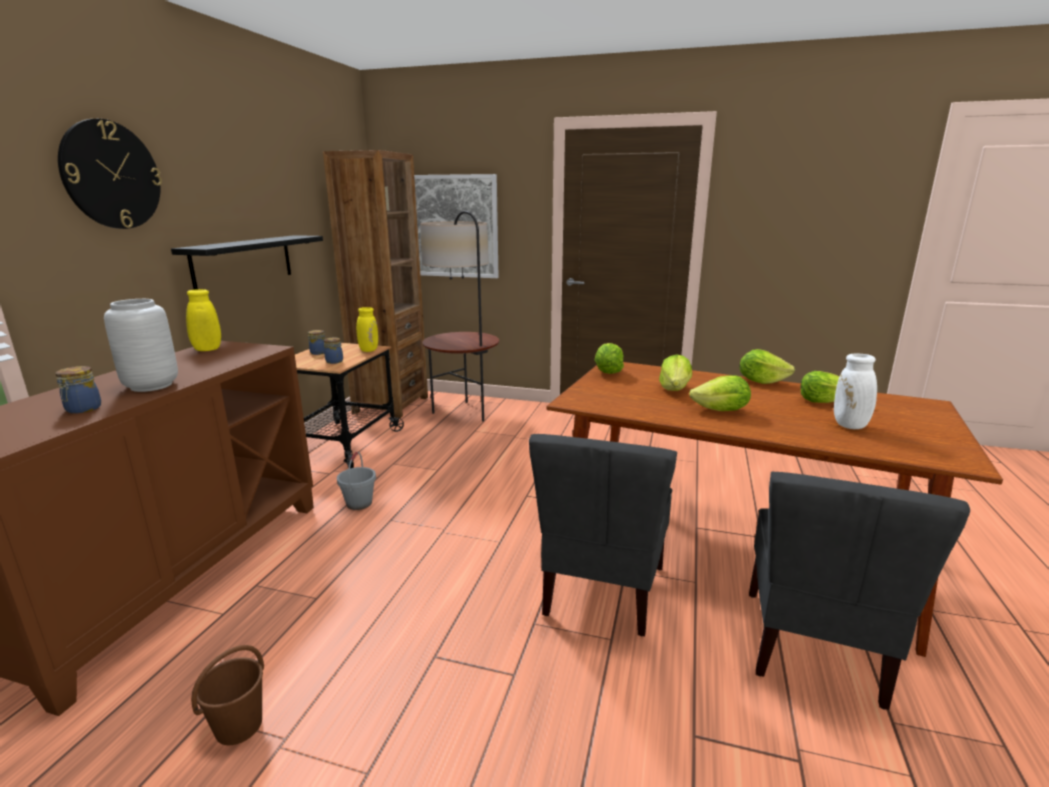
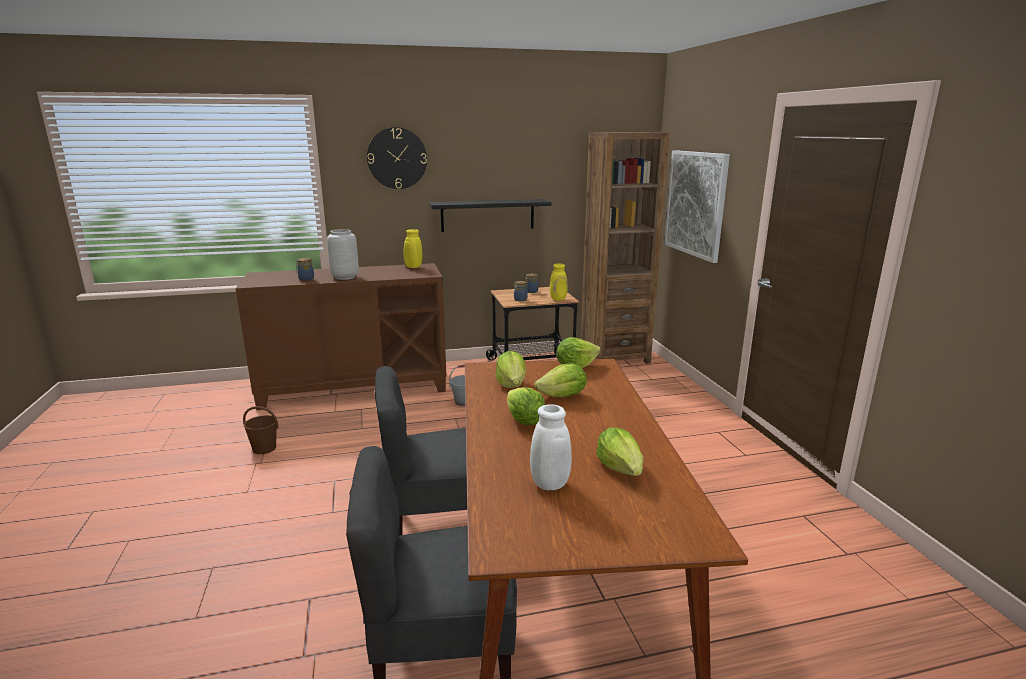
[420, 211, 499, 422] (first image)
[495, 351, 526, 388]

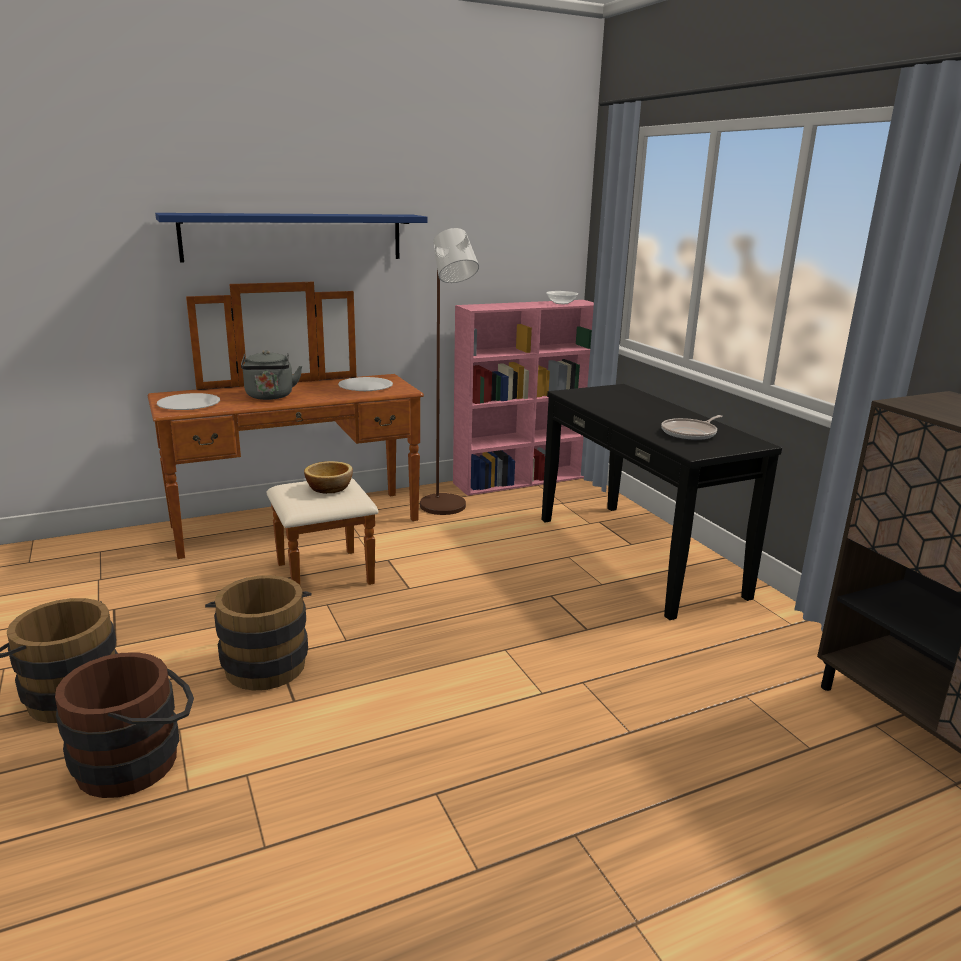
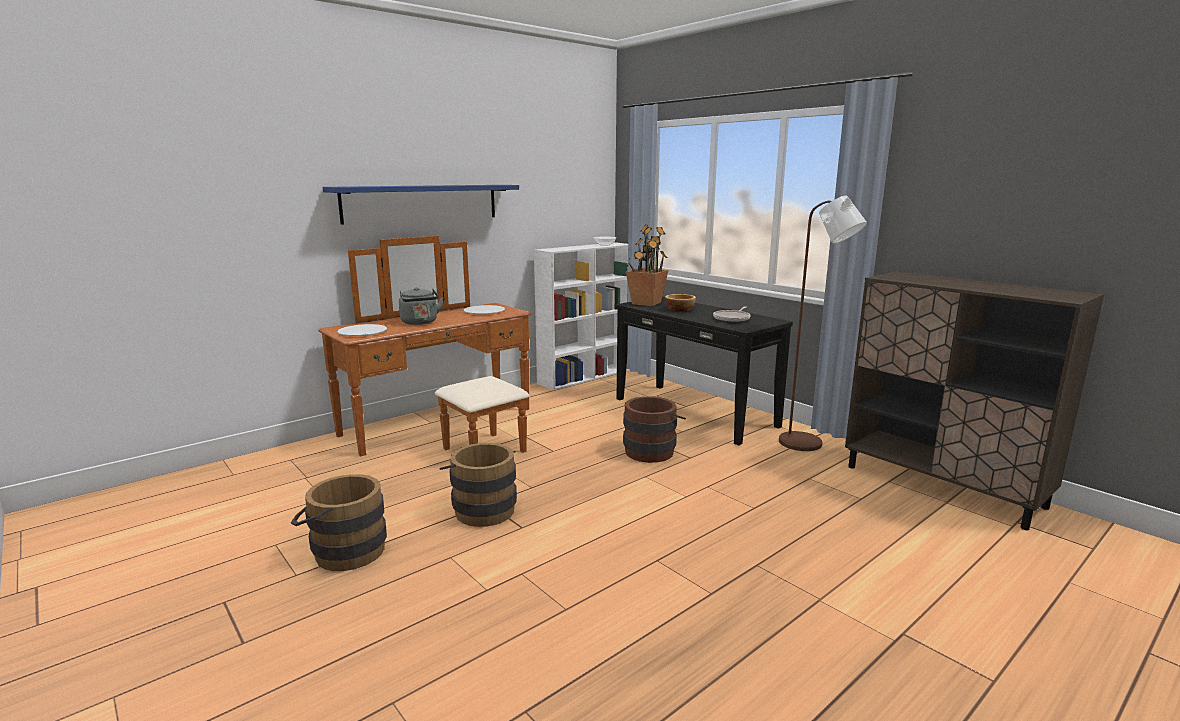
[626, 224, 668, 306]
[623, 396, 686, 463]
[665, 294, 696, 312]
[779, 196, 867, 451]
[534, 242, 630, 390]

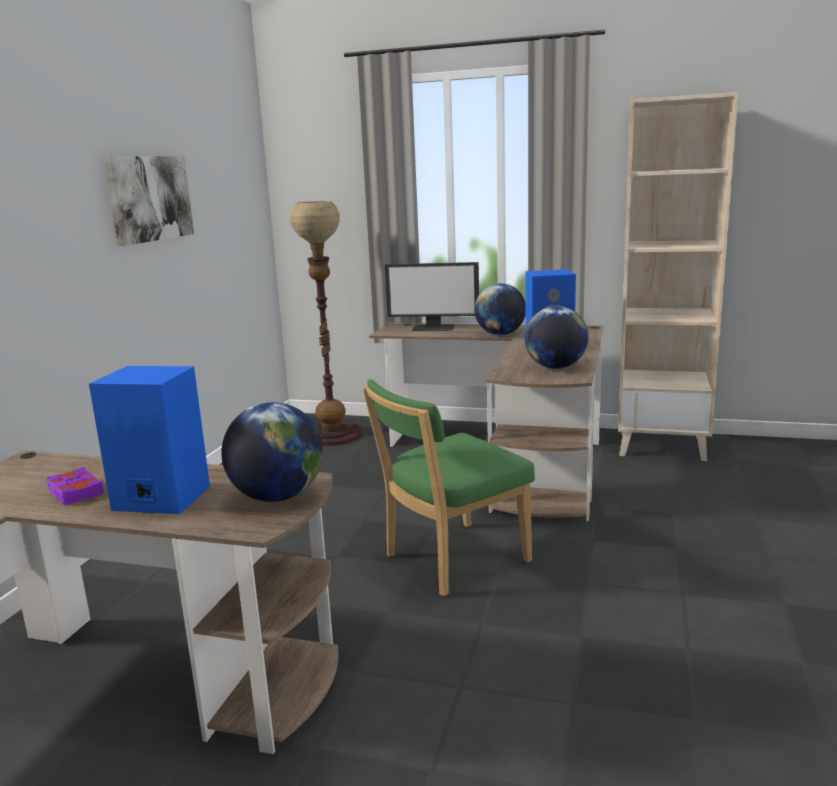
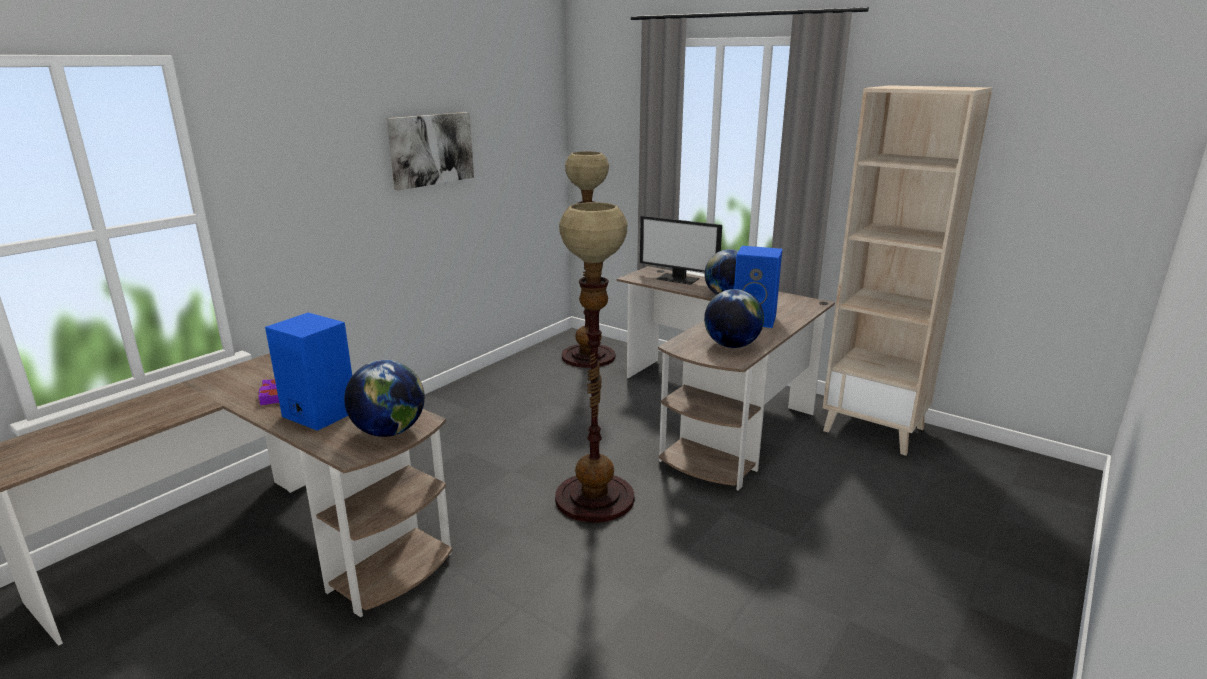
[555, 202, 634, 522]

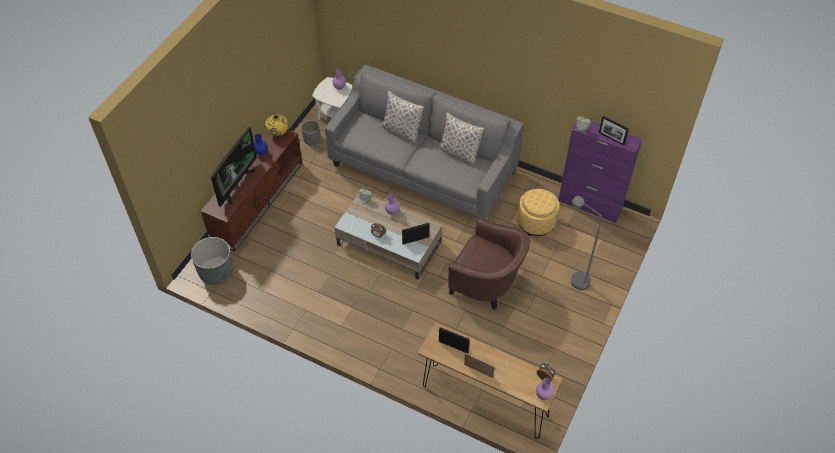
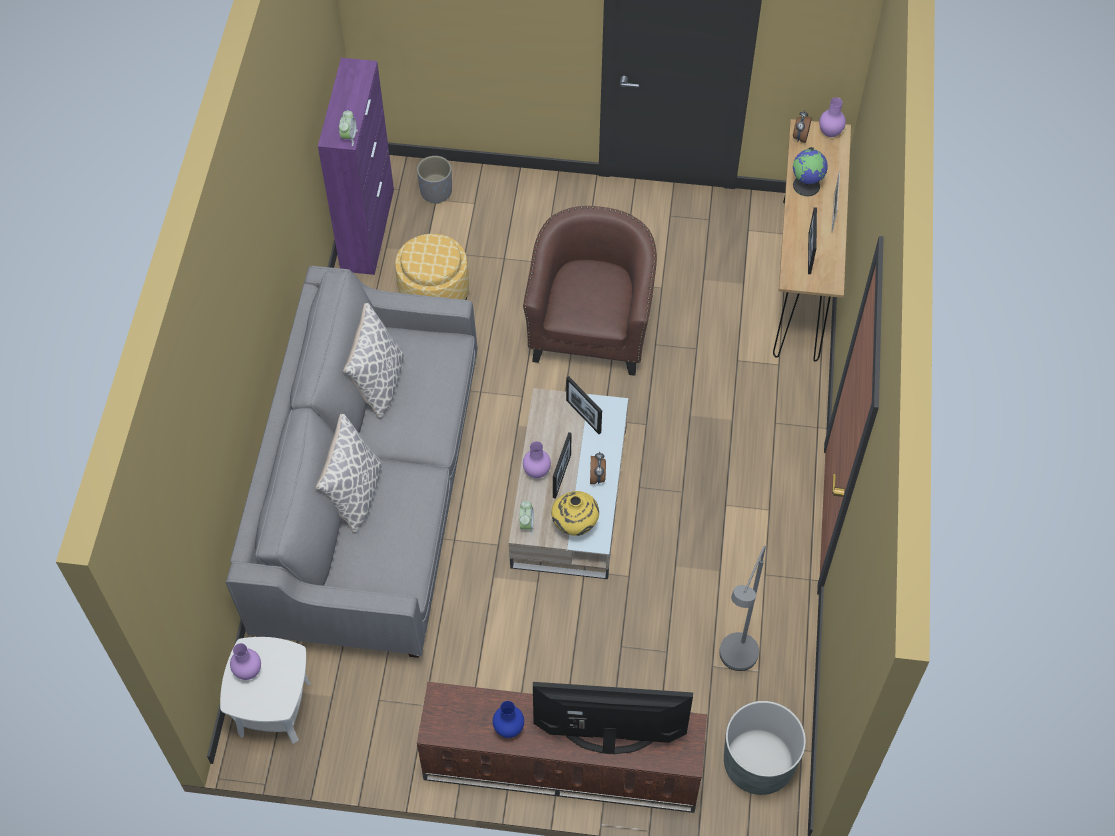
[793, 147, 828, 196]
[551, 491, 599, 536]
[417, 156, 452, 204]
[719, 546, 766, 671]
[553, 432, 571, 499]

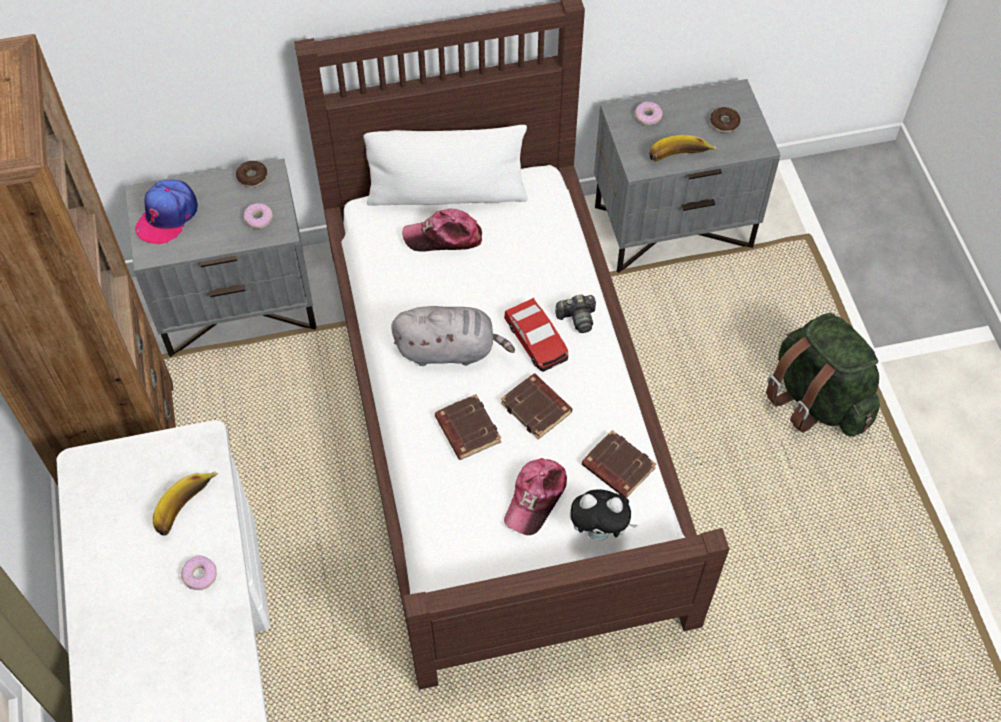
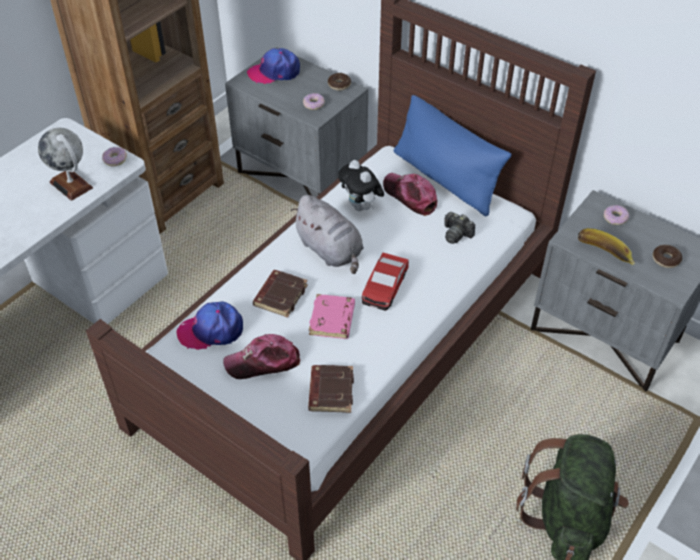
[177, 302, 243, 350]
[102, 147, 127, 166]
[444, 212, 475, 244]
[338, 160, 384, 211]
[38, 128, 93, 201]
[394, 95, 512, 216]
[309, 294, 355, 339]

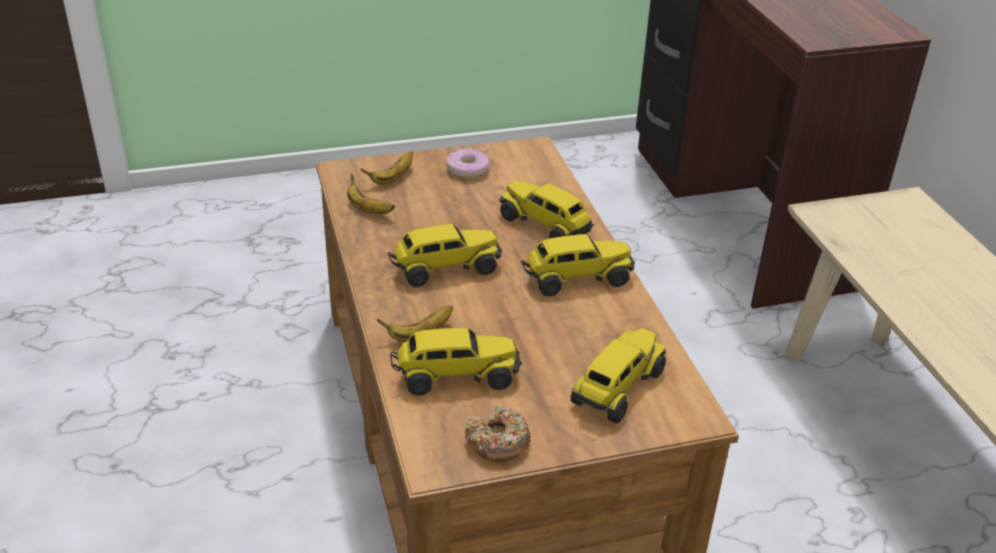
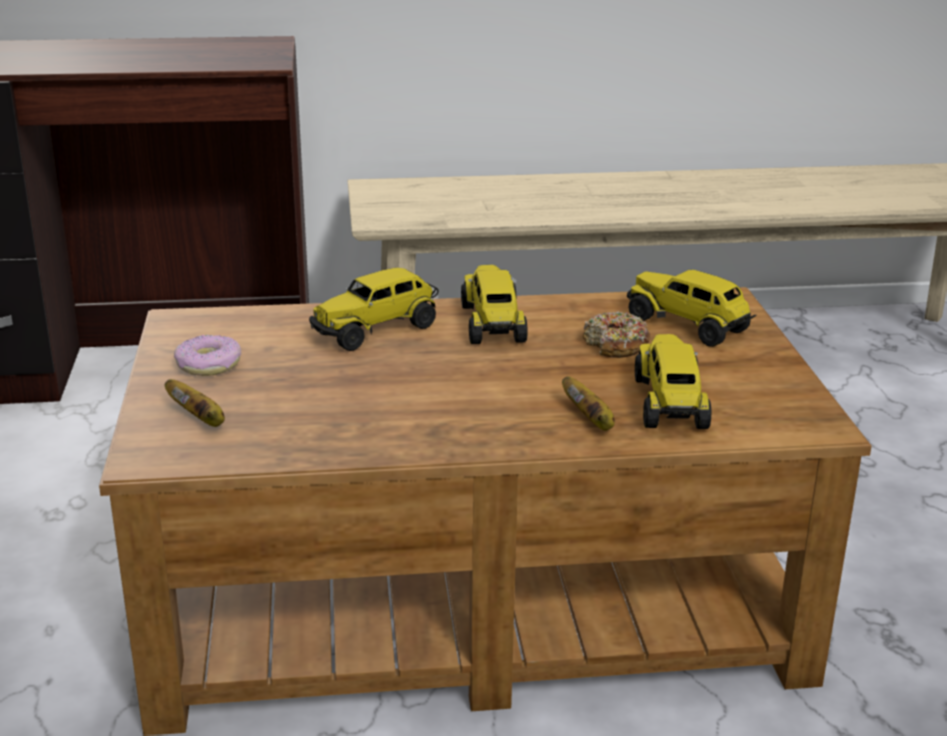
[347, 174, 395, 214] (first image)
[387, 224, 502, 287] (first image)
[583, 311, 650, 358]

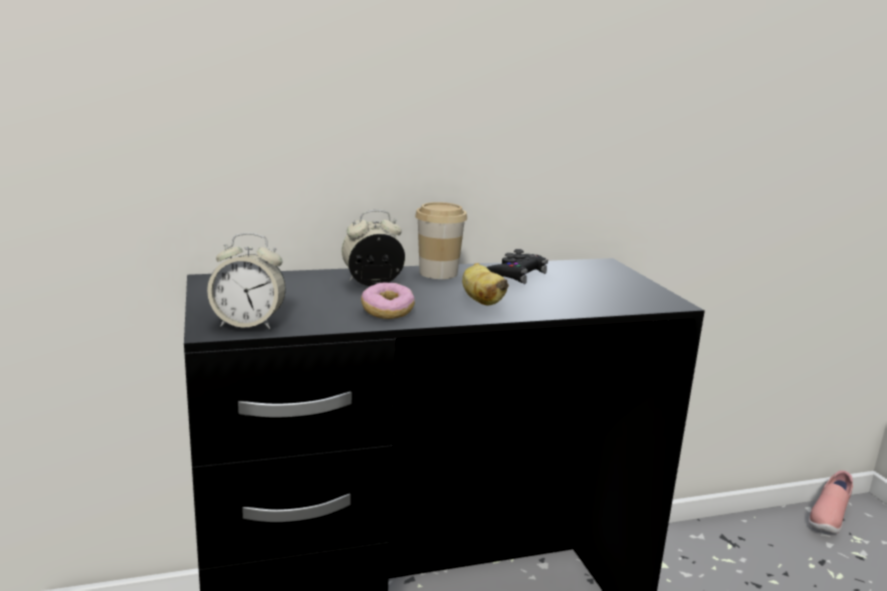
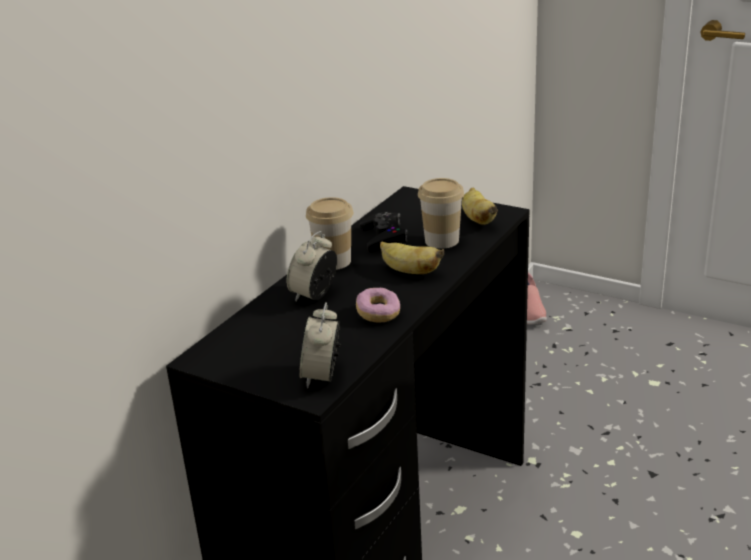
[418, 178, 464, 249]
[462, 187, 498, 225]
[299, 302, 340, 388]

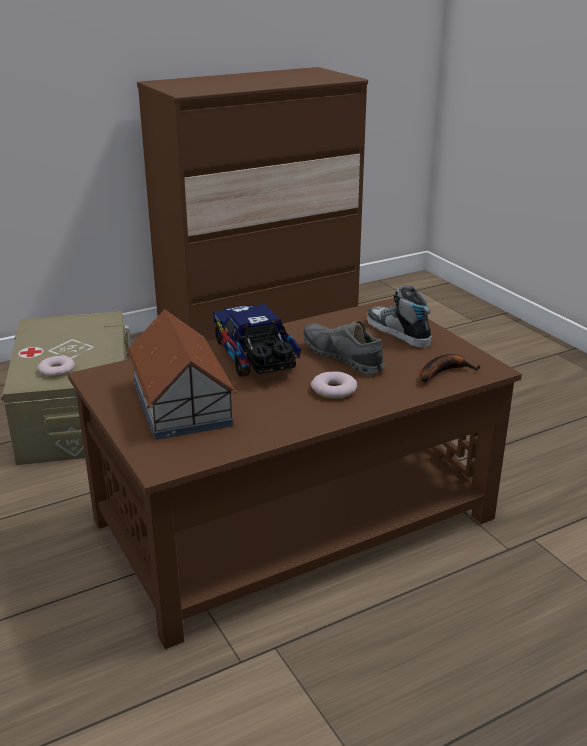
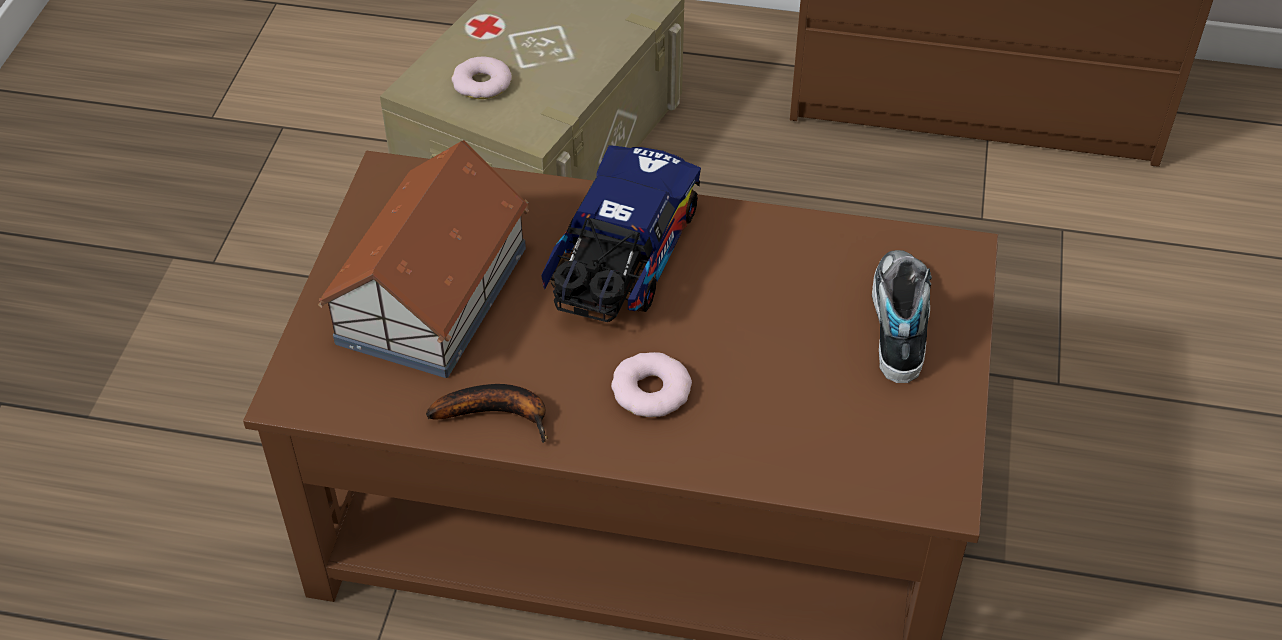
[303, 321, 385, 375] (first image)
[426, 384, 548, 443]

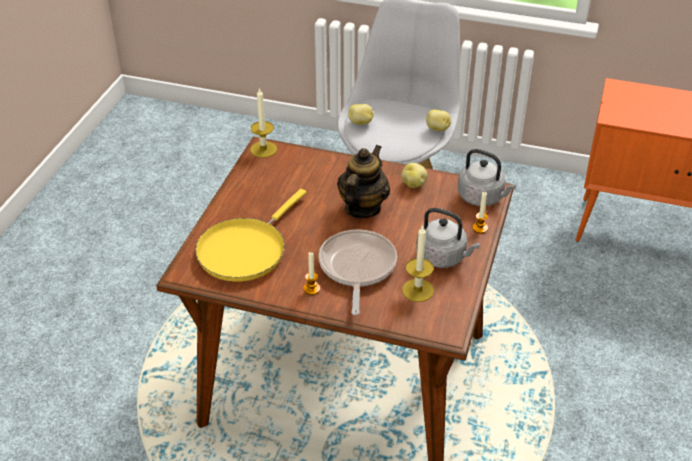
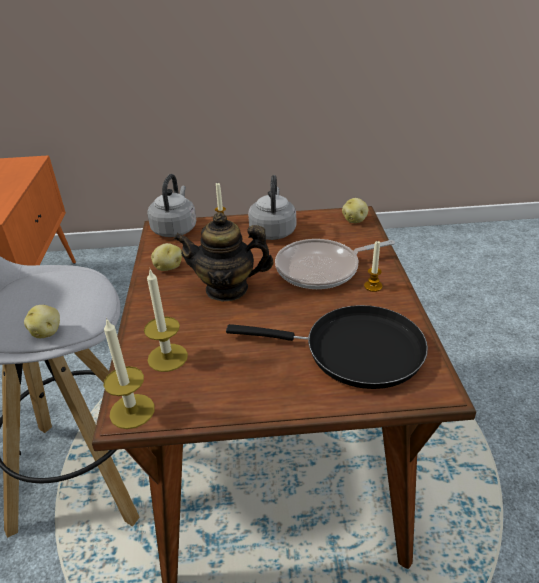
[144, 270, 188, 372]
[342, 198, 368, 223]
[226, 305, 428, 389]

